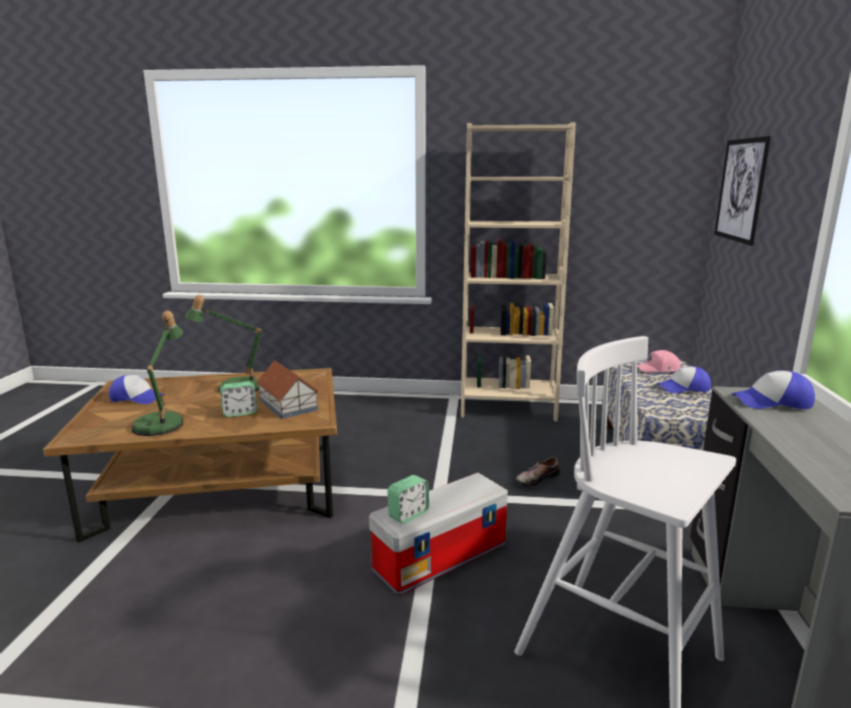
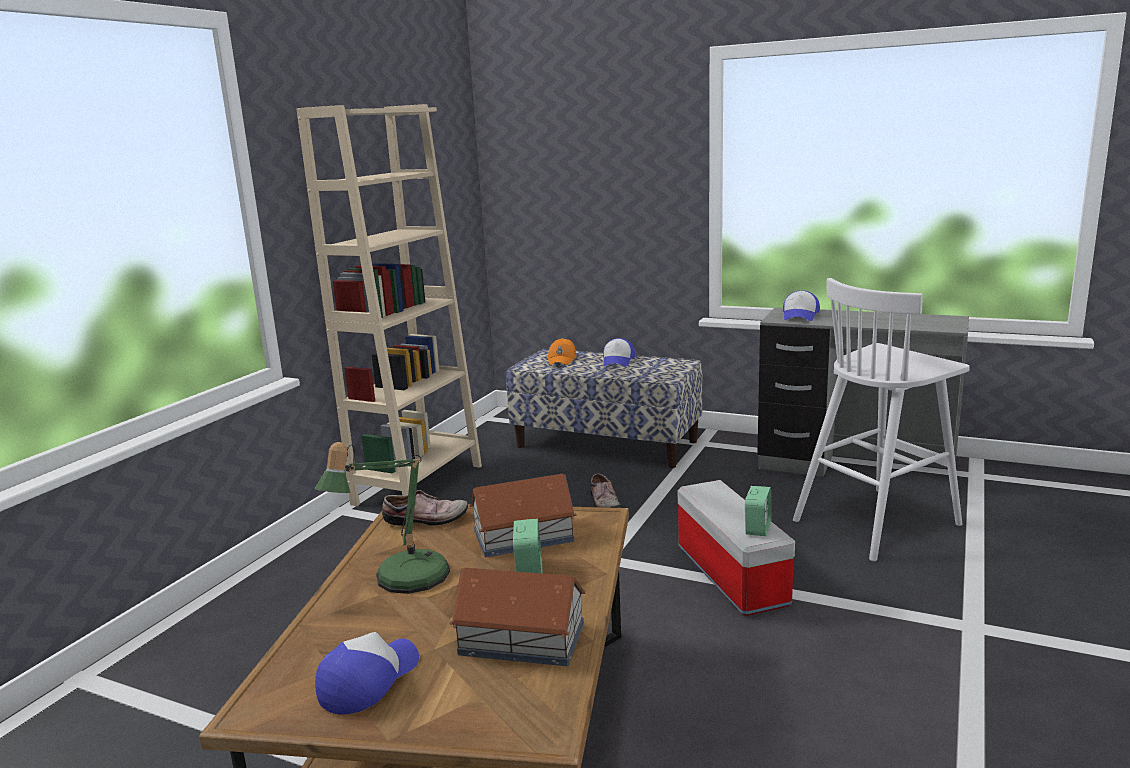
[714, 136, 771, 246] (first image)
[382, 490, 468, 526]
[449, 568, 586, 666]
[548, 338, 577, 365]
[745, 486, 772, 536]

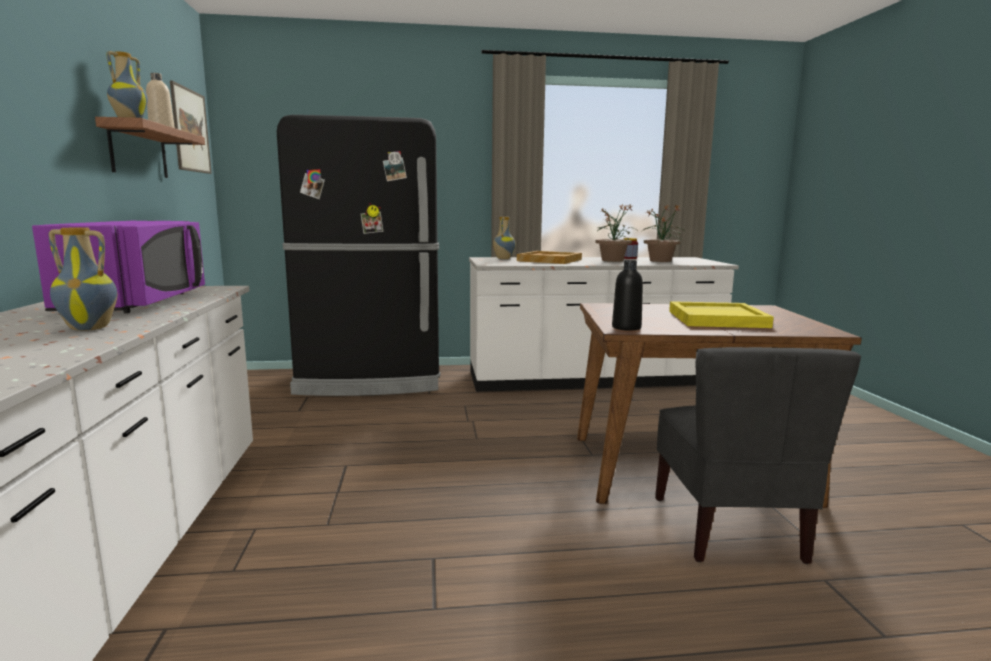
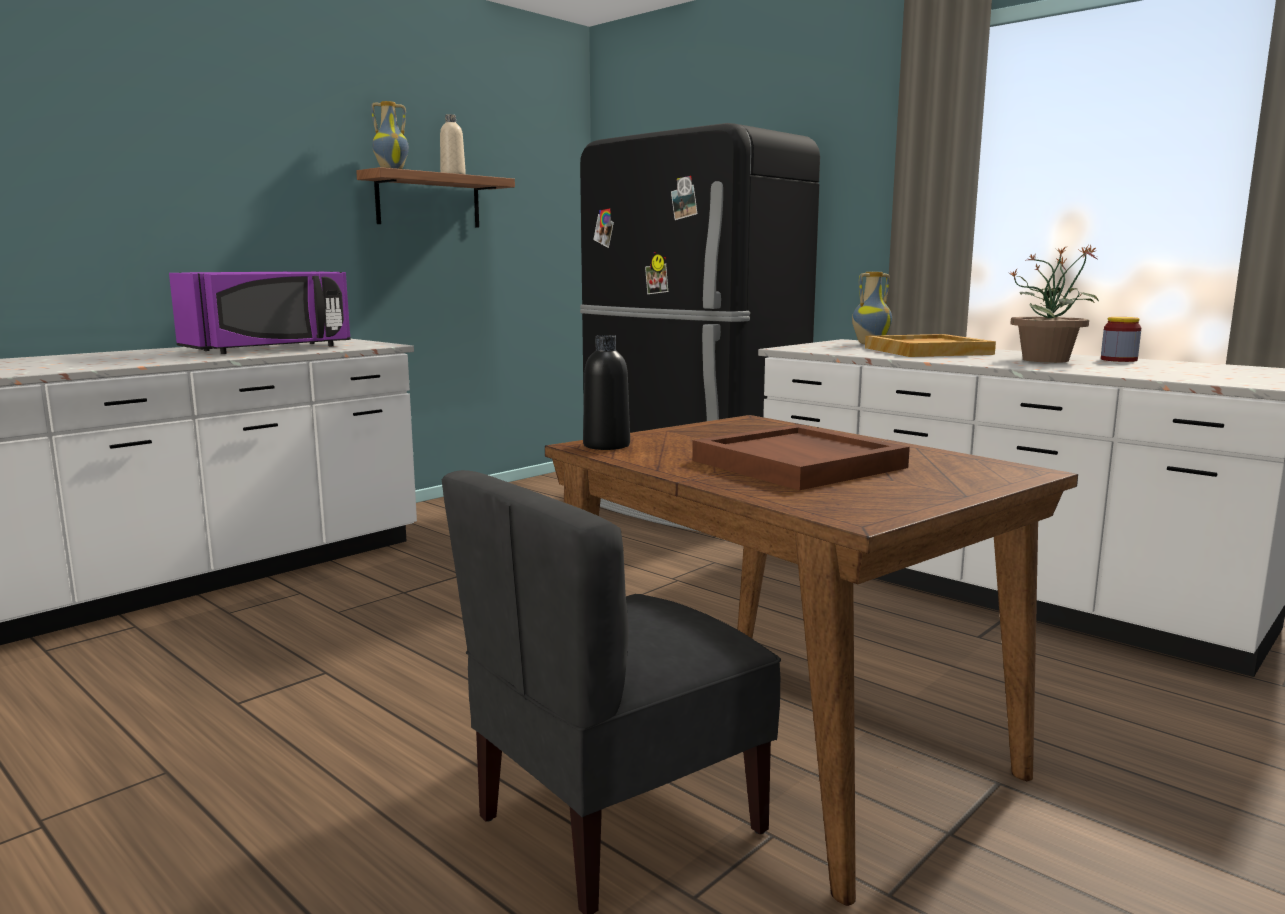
[48, 227, 118, 331] (first image)
[170, 81, 212, 174] (first image)
[641, 204, 684, 262] (first image)
[692, 425, 910, 490]

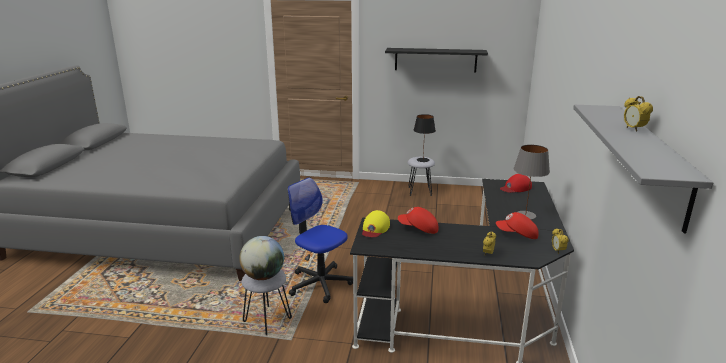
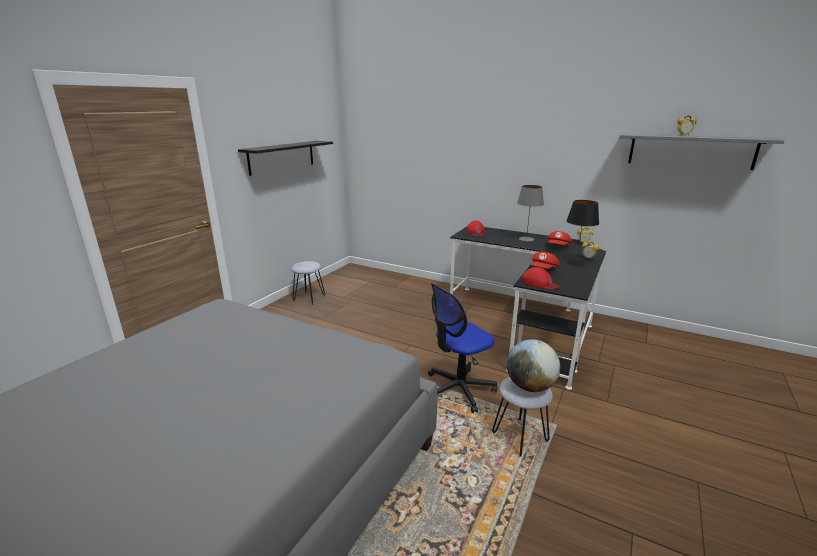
[566, 200, 599, 266]
[522, 267, 560, 289]

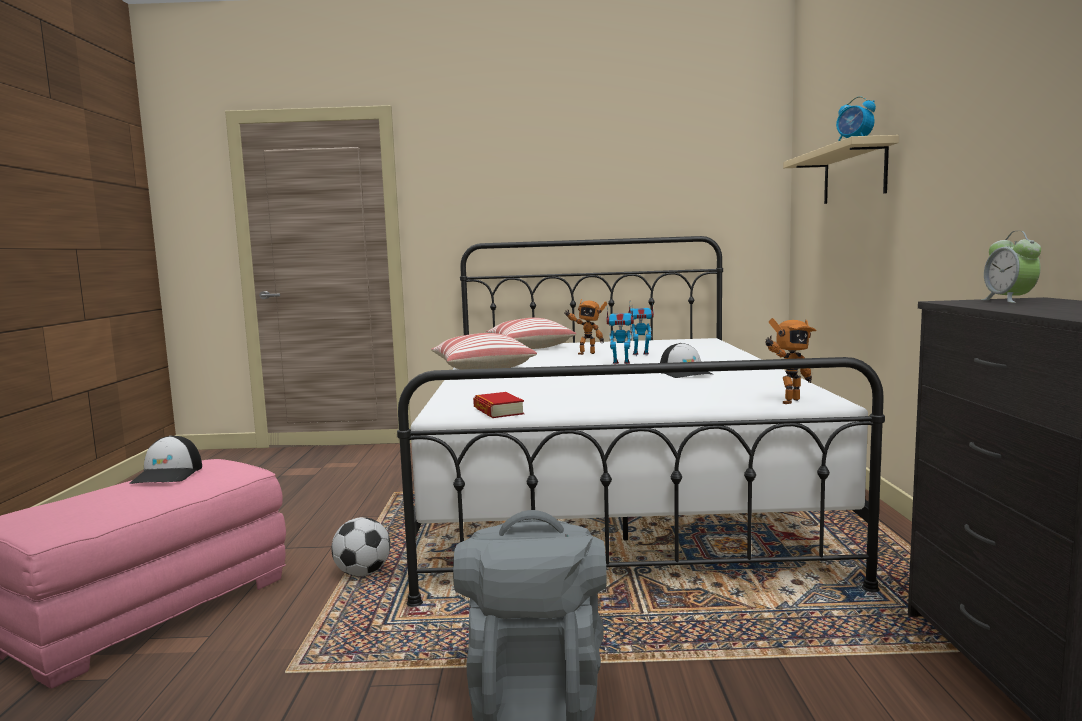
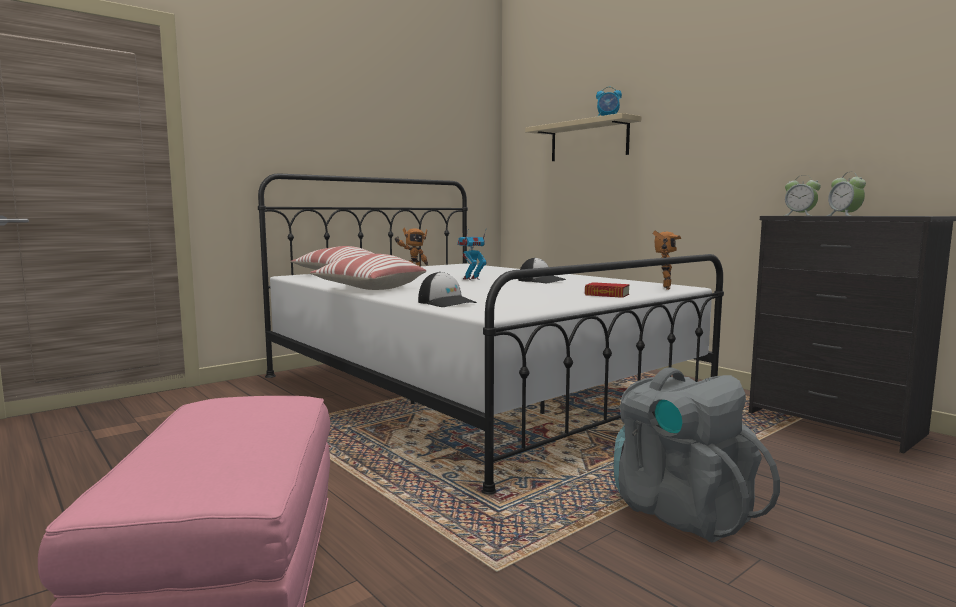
[331, 517, 390, 576] (first image)
[628, 305, 654, 356] (first image)
[826, 172, 866, 216]
[418, 272, 477, 307]
[585, 282, 630, 298]

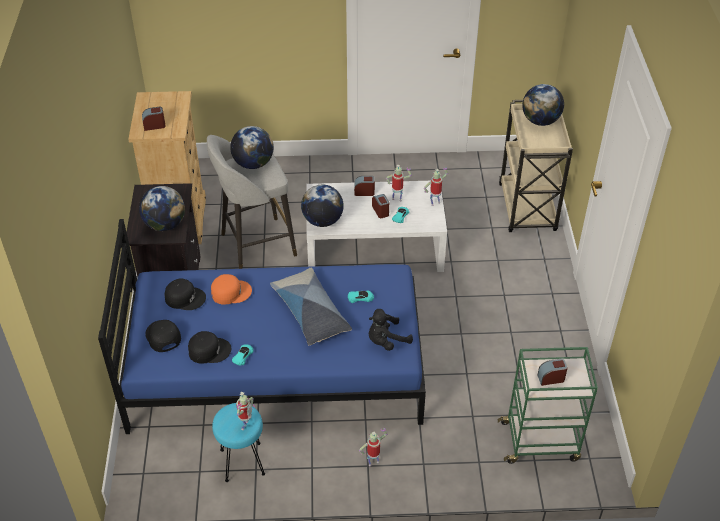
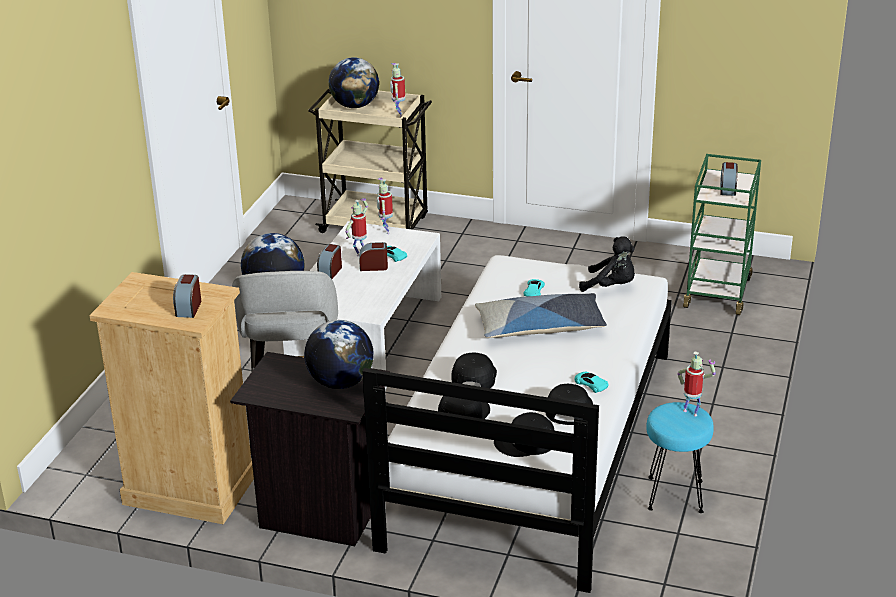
[301, 185, 344, 227] (first image)
[390, 63, 405, 117]
[362, 255, 672, 593]
[451, 353, 497, 388]
[579, 236, 635, 292]

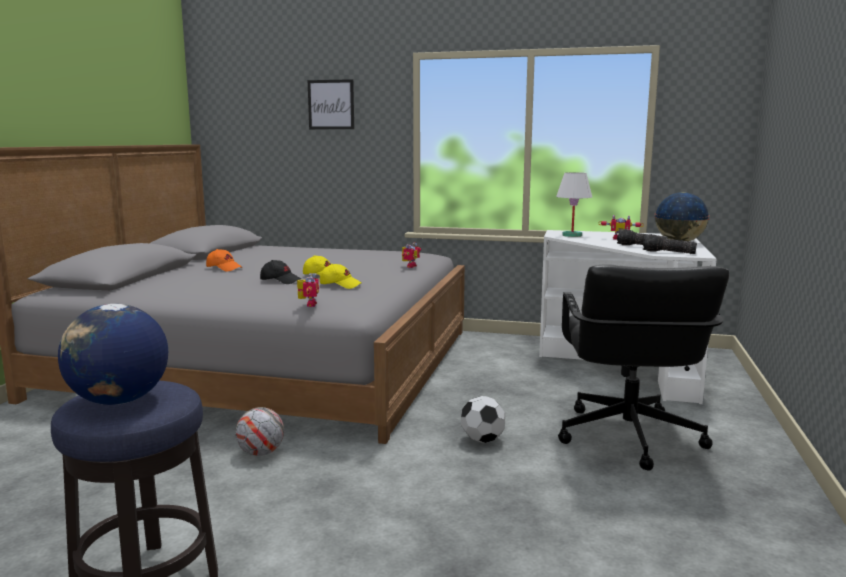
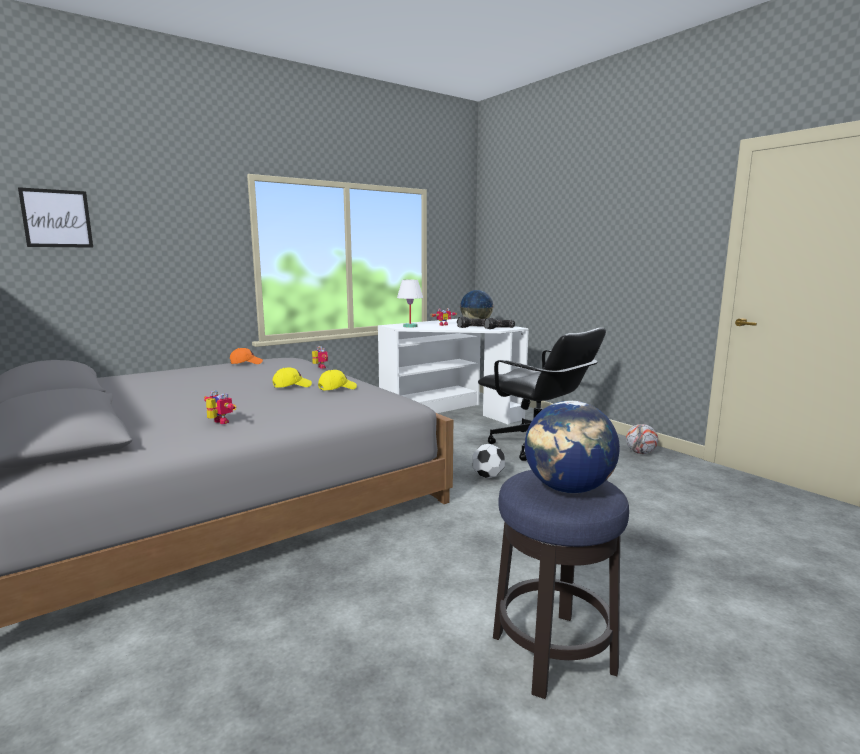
[260, 260, 301, 284] (first image)
[230, 348, 263, 364]
[626, 424, 658, 454]
[204, 390, 237, 424]
[18, 187, 93, 248]

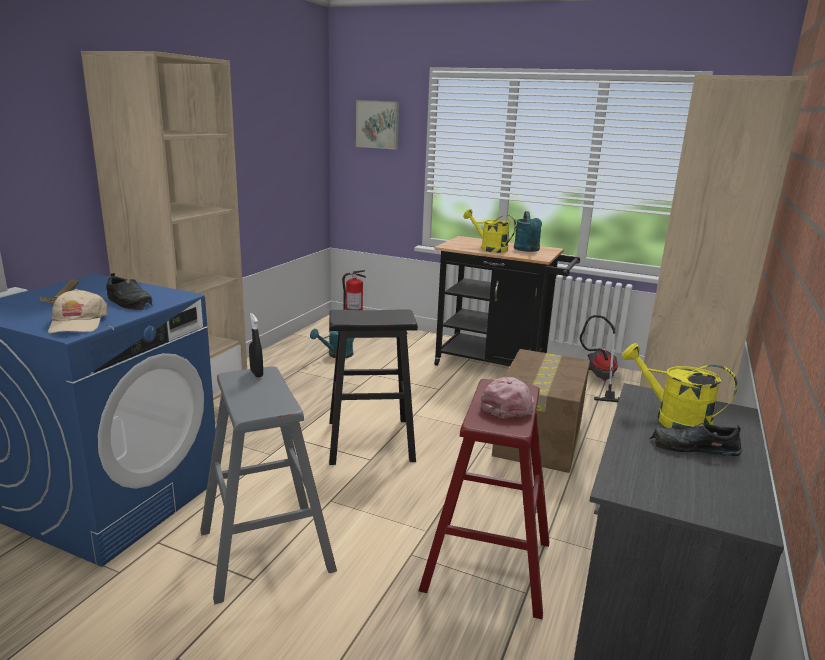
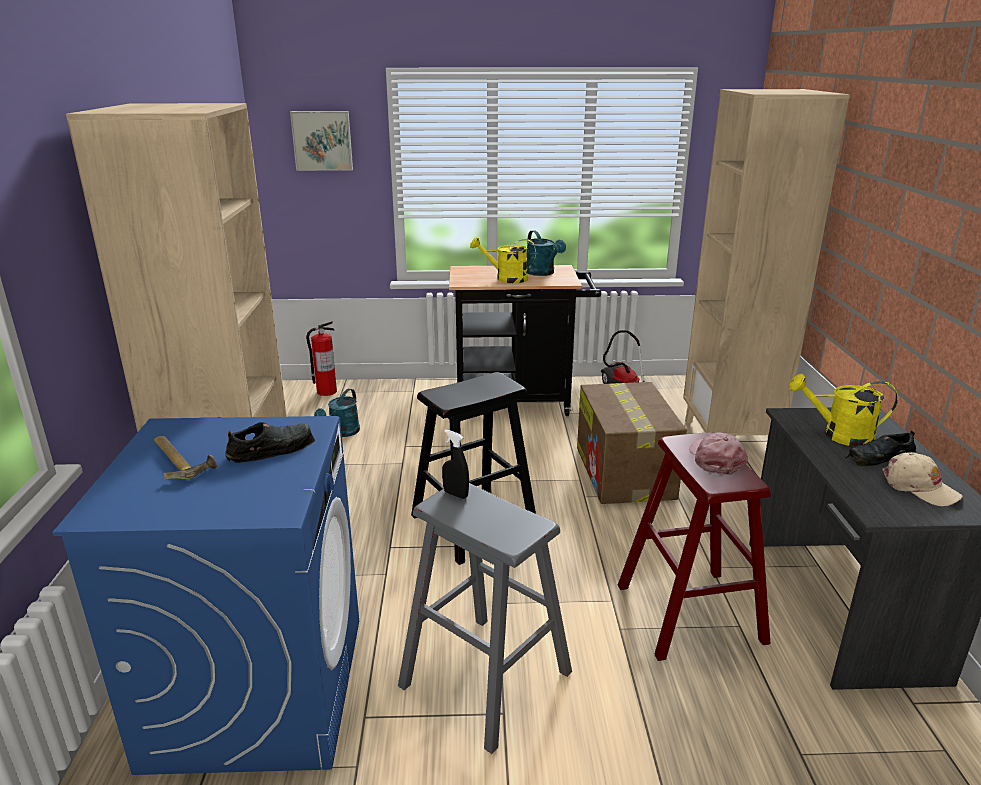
[882, 452, 963, 507]
[225, 422, 315, 463]

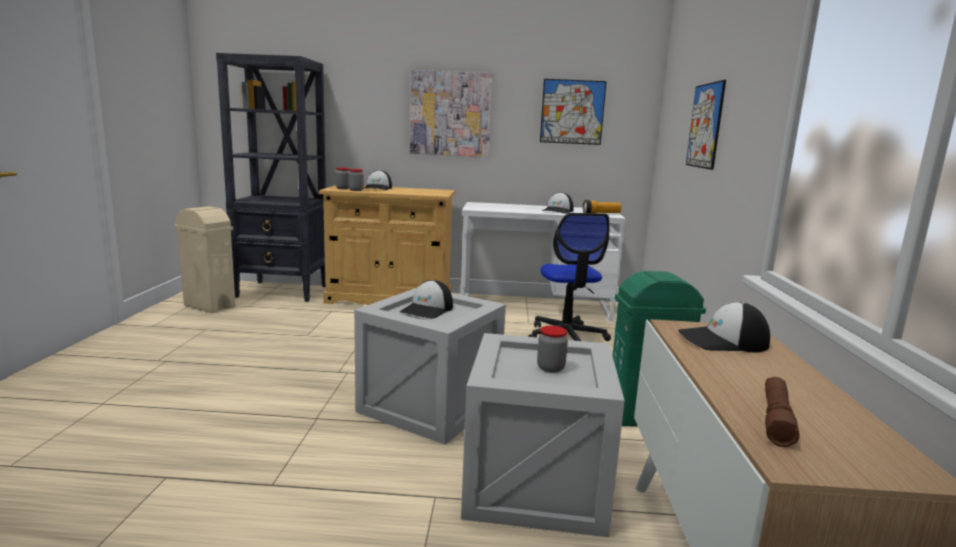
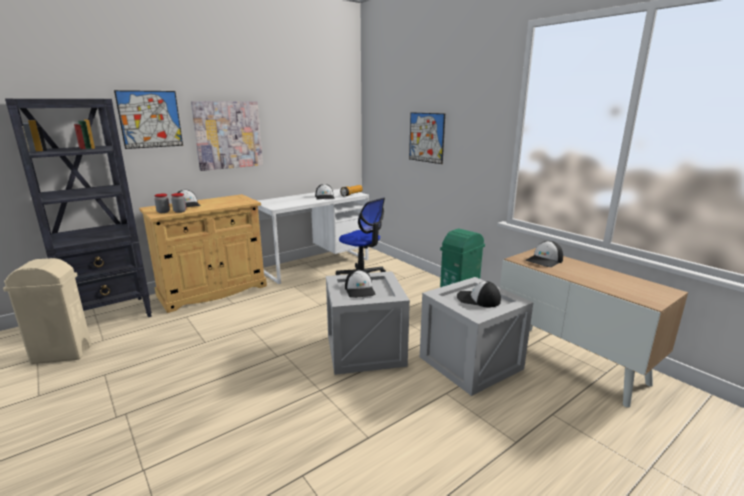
[765, 377, 799, 447] (first image)
[114, 90, 183, 149]
[457, 281, 501, 307]

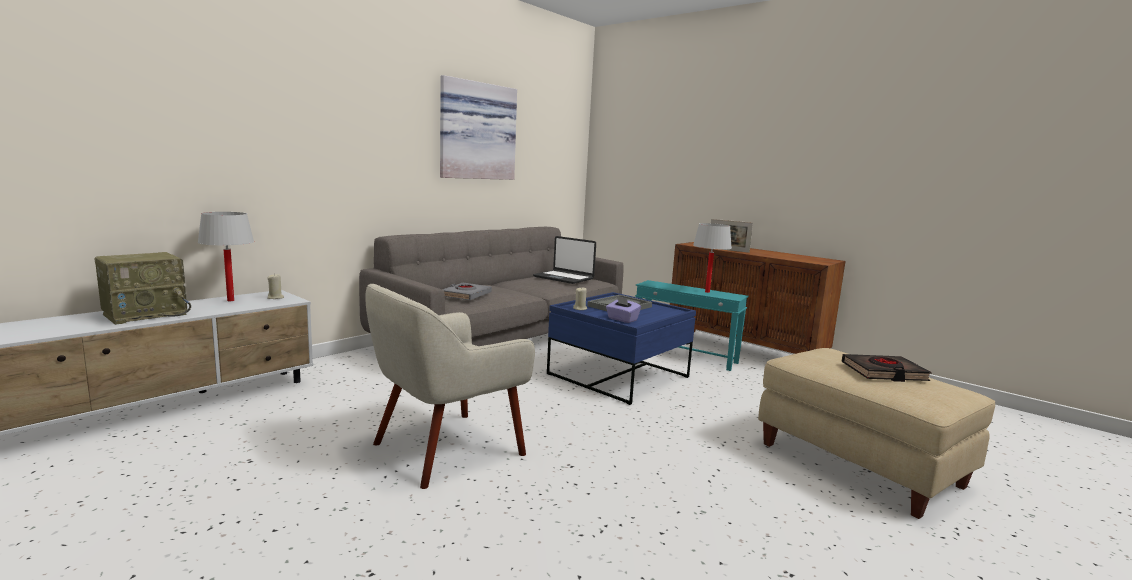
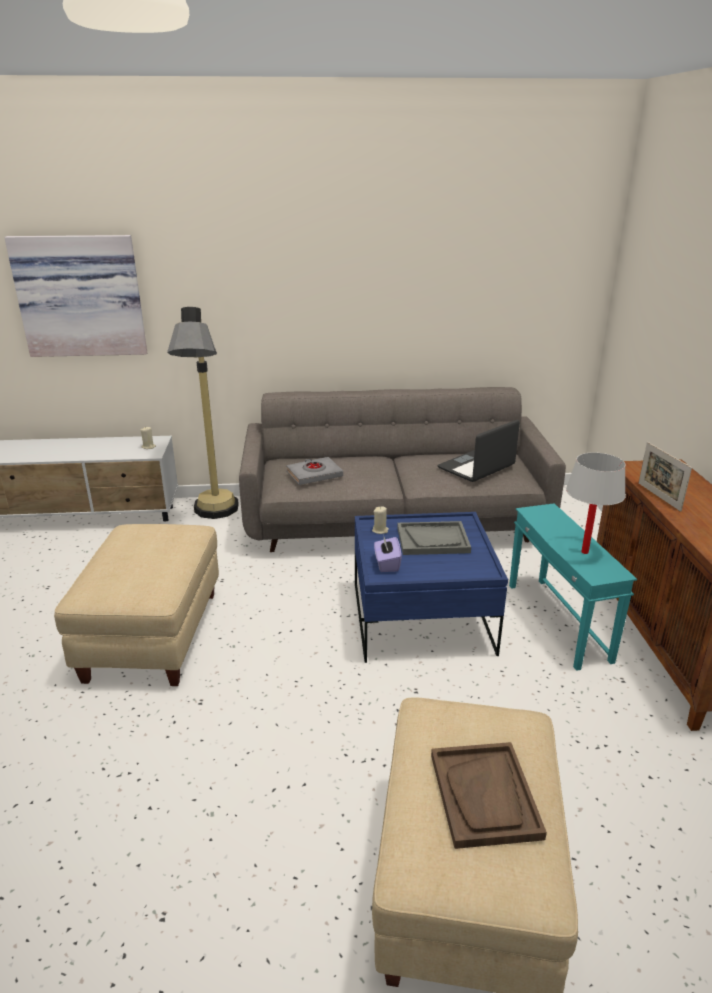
[94, 252, 191, 325] (first image)
[198, 212, 254, 301] (first image)
[167, 307, 239, 519]
[4, 235, 147, 357]
[54, 524, 219, 686]
[431, 742, 547, 849]
[438, 420, 520, 482]

